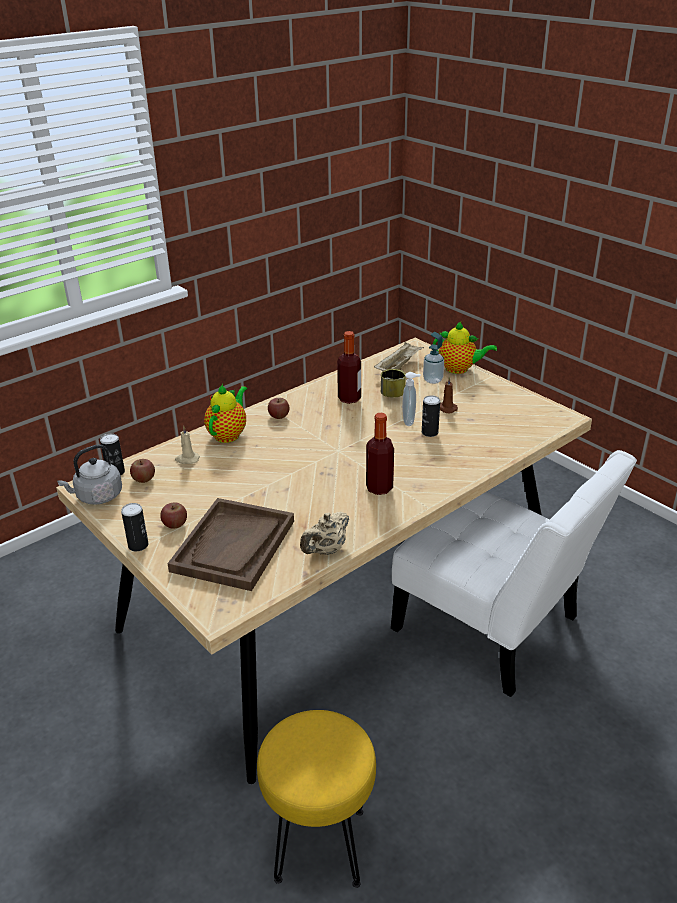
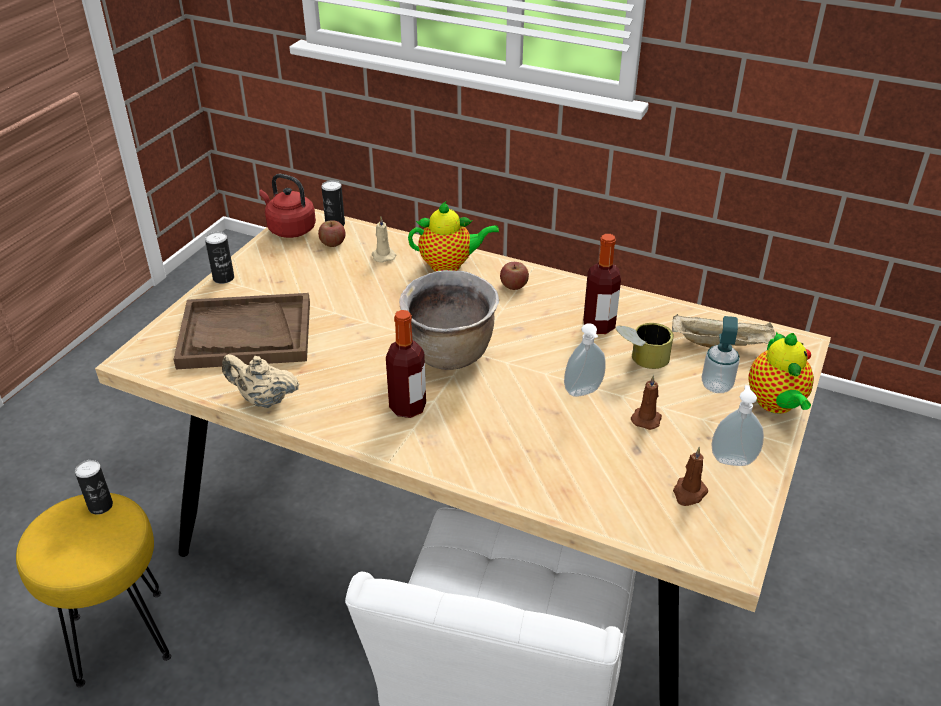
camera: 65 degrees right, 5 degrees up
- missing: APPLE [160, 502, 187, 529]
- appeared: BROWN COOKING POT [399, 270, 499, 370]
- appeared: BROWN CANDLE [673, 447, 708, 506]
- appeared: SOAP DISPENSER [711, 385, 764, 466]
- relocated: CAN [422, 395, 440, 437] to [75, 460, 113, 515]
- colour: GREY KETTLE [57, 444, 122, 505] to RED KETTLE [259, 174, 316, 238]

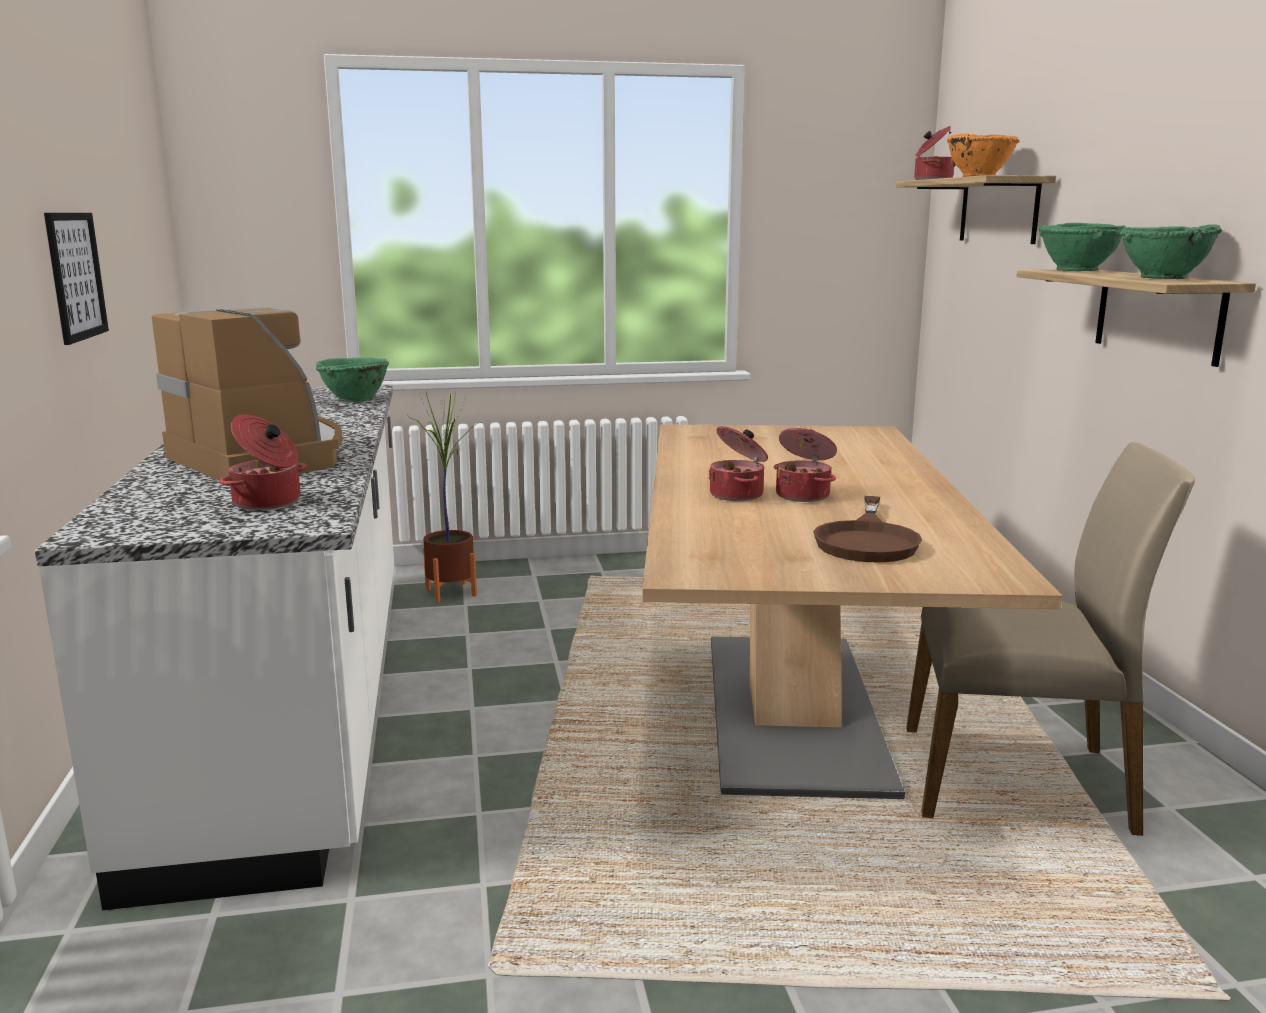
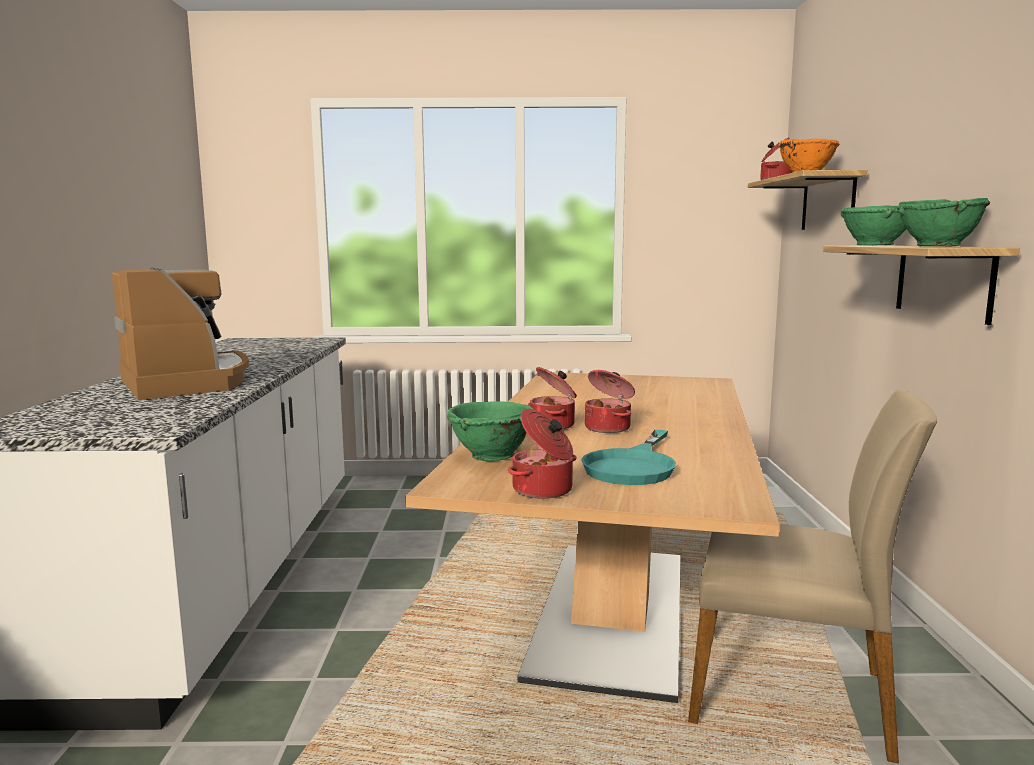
camera: 10 degrees right, 5 degrees down
- missing: PICTURE [44, 213, 109, 345]
- missing: POTTED PLANT [407, 390, 481, 602]
- relocated: COOKING POT [220, 414, 307, 510] to [508, 409, 576, 499]
- relocated: GREEN BOWL [316, 357, 389, 402] to [447, 401, 533, 461]
- colour: BROWN FRYING PAN [813, 496, 922, 563] to TURQUOISE FRYING PAN [581, 429, 676, 485]

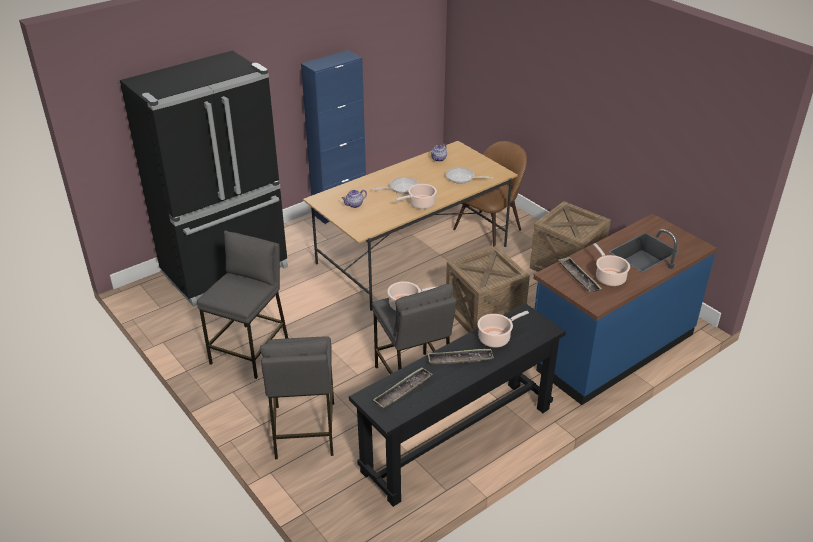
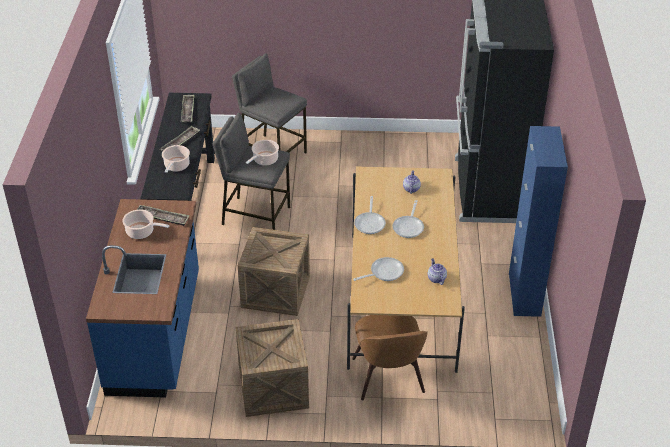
camera: 130 degrees right, 5 degrees up
- missing: GREY STOOL [197, 231, 288, 379]
- exchanged: COOKING POT [396, 184, 437, 209] to FRYING PAN [354, 196, 386, 234]

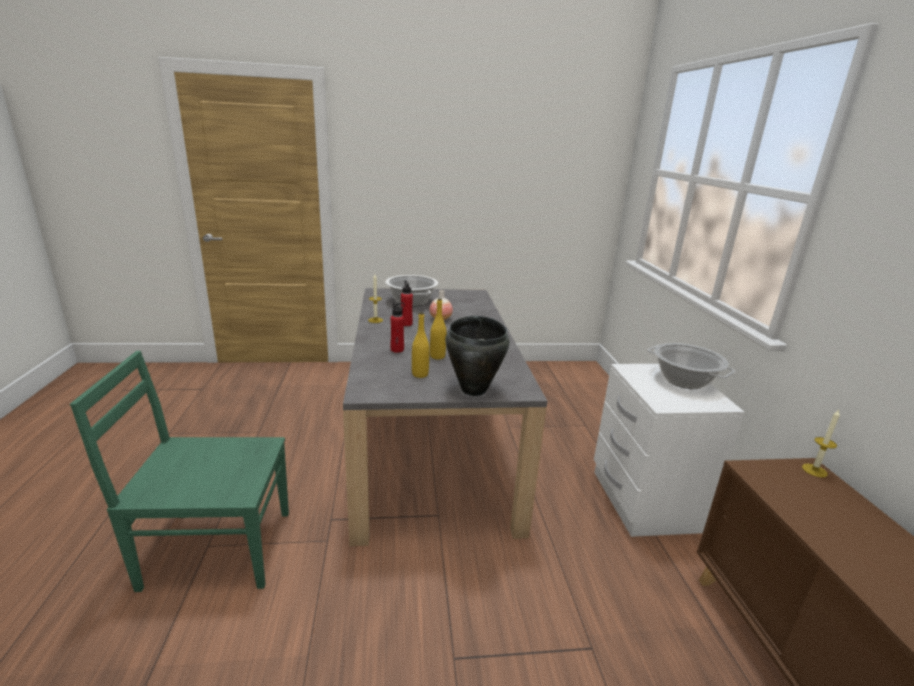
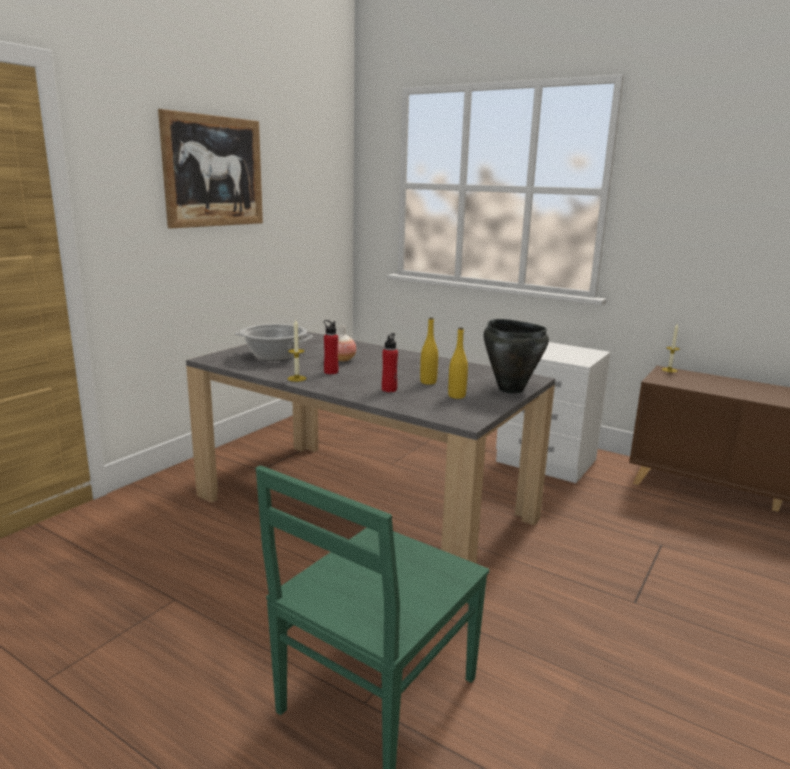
camera: 50 degrees left, 5 degrees down
- missing: COOKING POT [647, 343, 735, 389]
- appeared: PICTURE [158, 109, 263, 229]

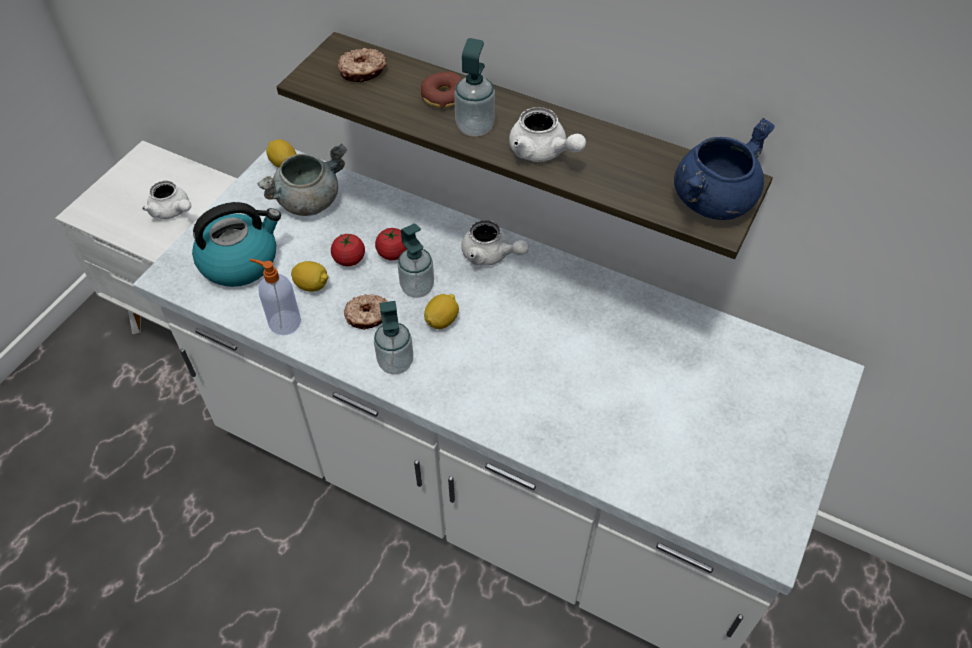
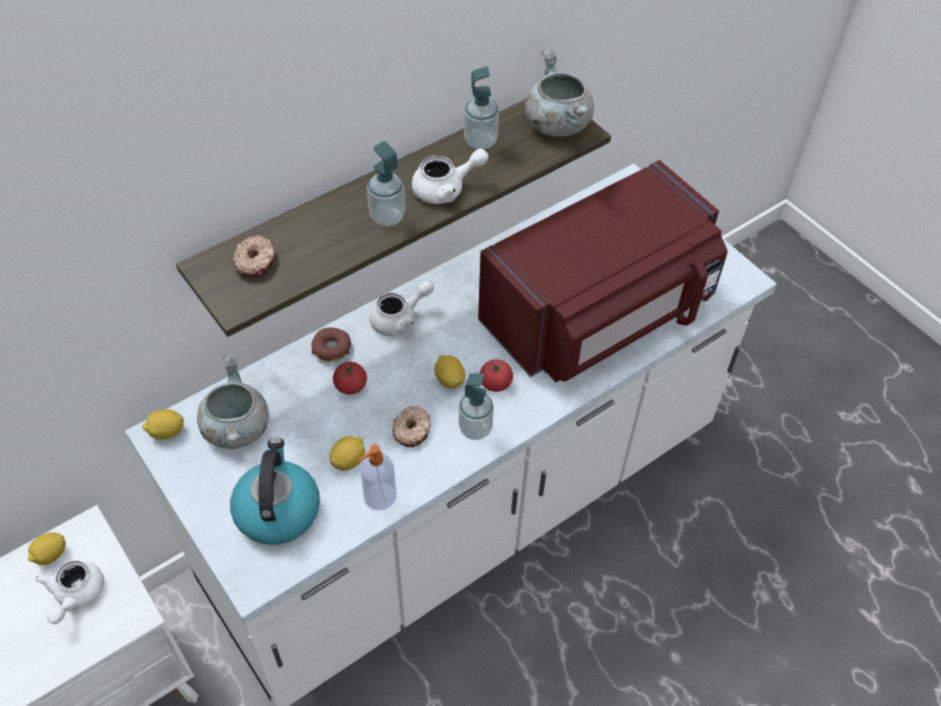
camera: 65 degrees left, 0 degrees up
- appeared: LEMON [28, 532, 66, 565]
- appeared: RED MICROWAVE [478, 160, 727, 382]
- relocated: TOMATO [331, 233, 365, 266] to [480, 359, 513, 392]
- relocated: SOAP DISPENSER [398, 223, 434, 298] to [464, 67, 499, 149]
- relocated: DONUT [421, 72, 462, 108] to [311, 327, 351, 362]
- colour: BLUE COOKING POT [674, 118, 775, 220] to GREY COOKING POT [525, 50, 594, 136]
- spun: WHITE TEAPOT [142, 181, 191, 219] = [35, 560, 104, 624] 120 degrees clockwise

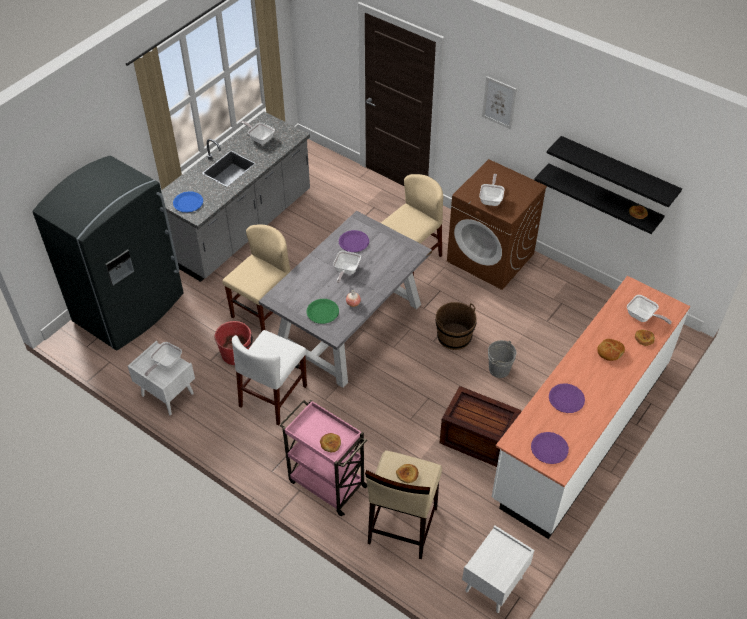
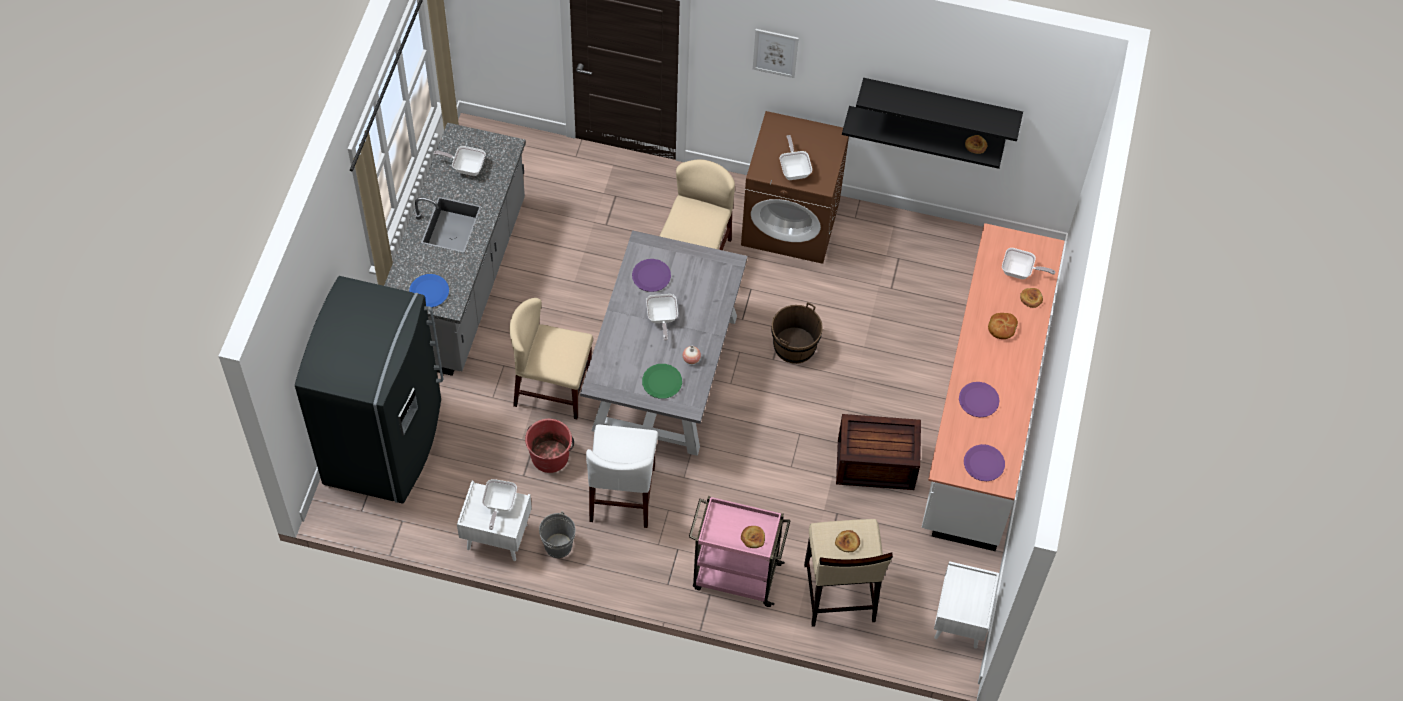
camera: 25 degrees left, 10 degrees up
- relocated: GREY BUCKET [488, 340, 516, 378] to [539, 511, 575, 558]
- spun: BEIGE CHAIR [222, 225, 290, 332] = [510, 298, 593, 419] 90 degrees counterclockwise

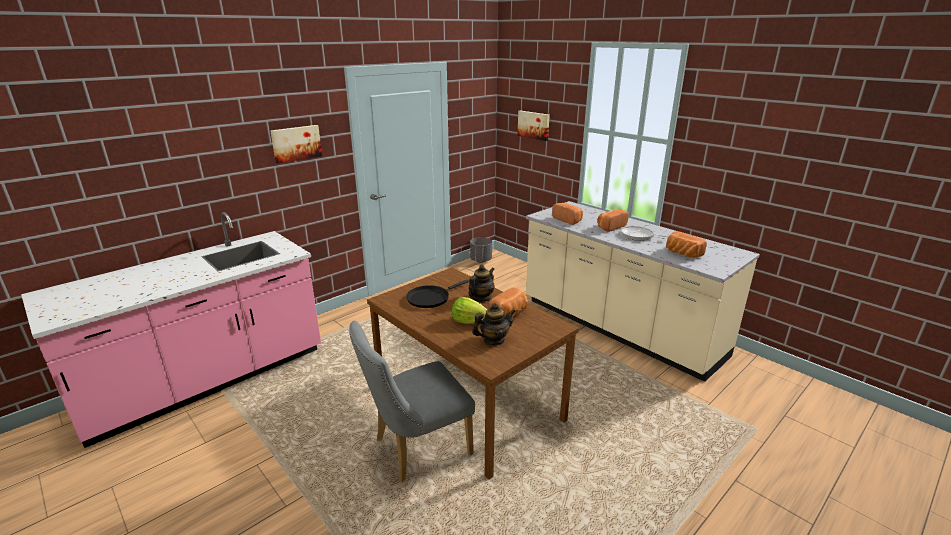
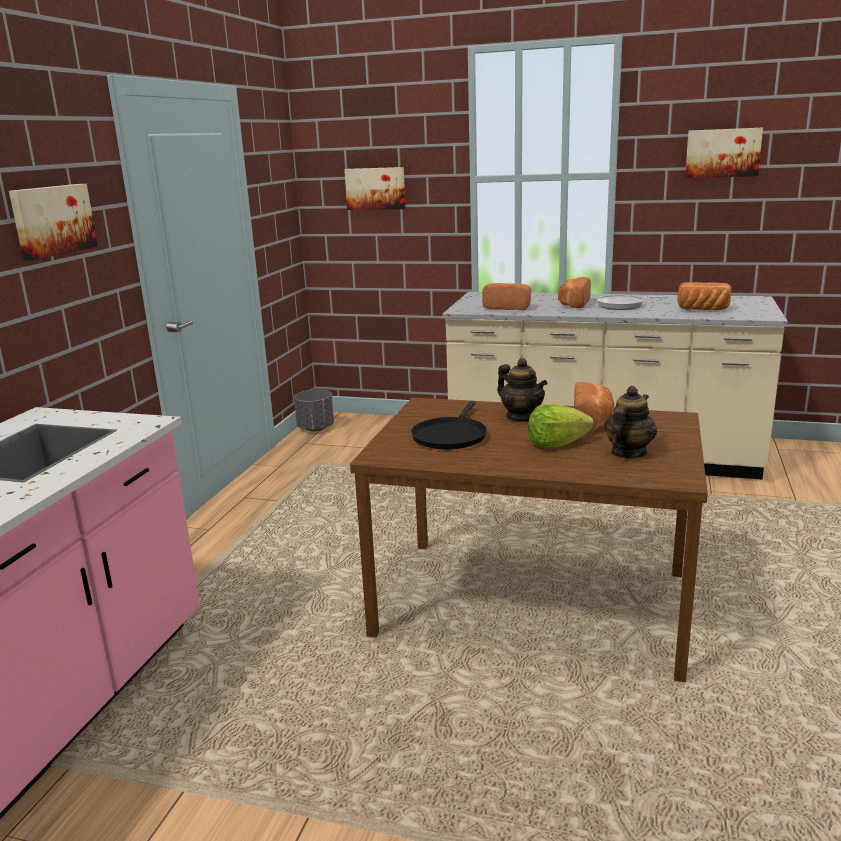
camera: 30 degrees left, 5 degrees down
- missing: GREY CHAIR [349, 321, 475, 482]
- appeared: PICTURE [685, 128, 763, 178]
- spun: TEAPOT [468, 265, 495, 302] = [497, 358, 547, 422] 135 degrees clockwise

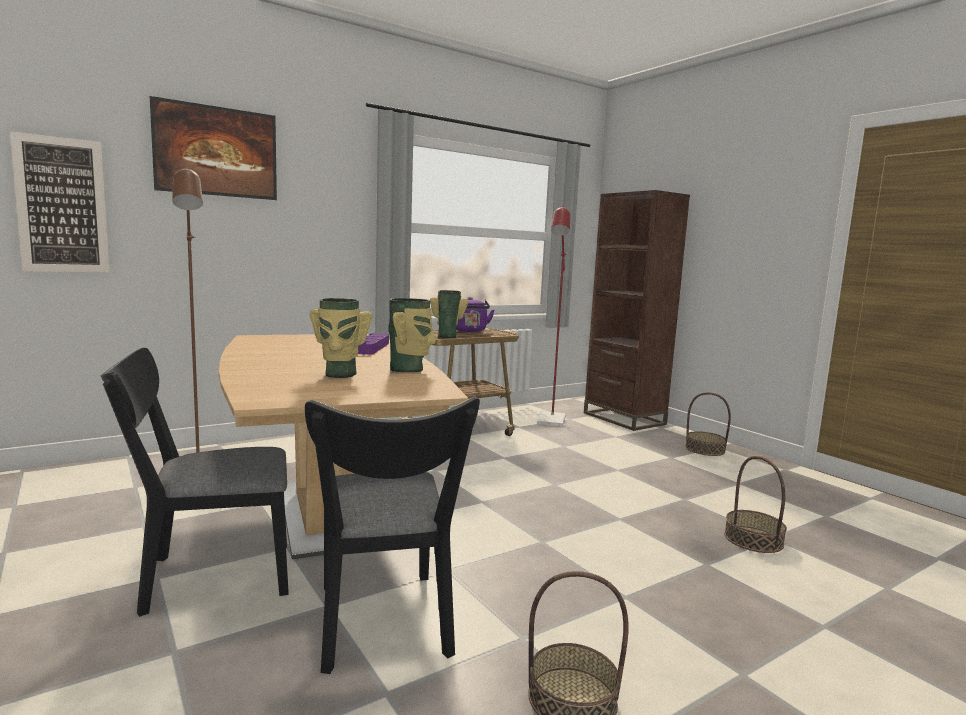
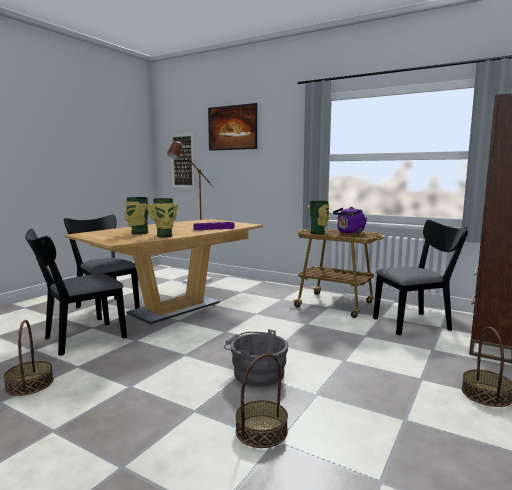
camera: 65 degrees right, 0 degrees up
- appeared: GREY BUCKET [224, 329, 288, 387]
- exchanged: RED FLOOR LAMP [537, 206, 571, 427] to BLACK CHAIR [373, 220, 468, 335]

